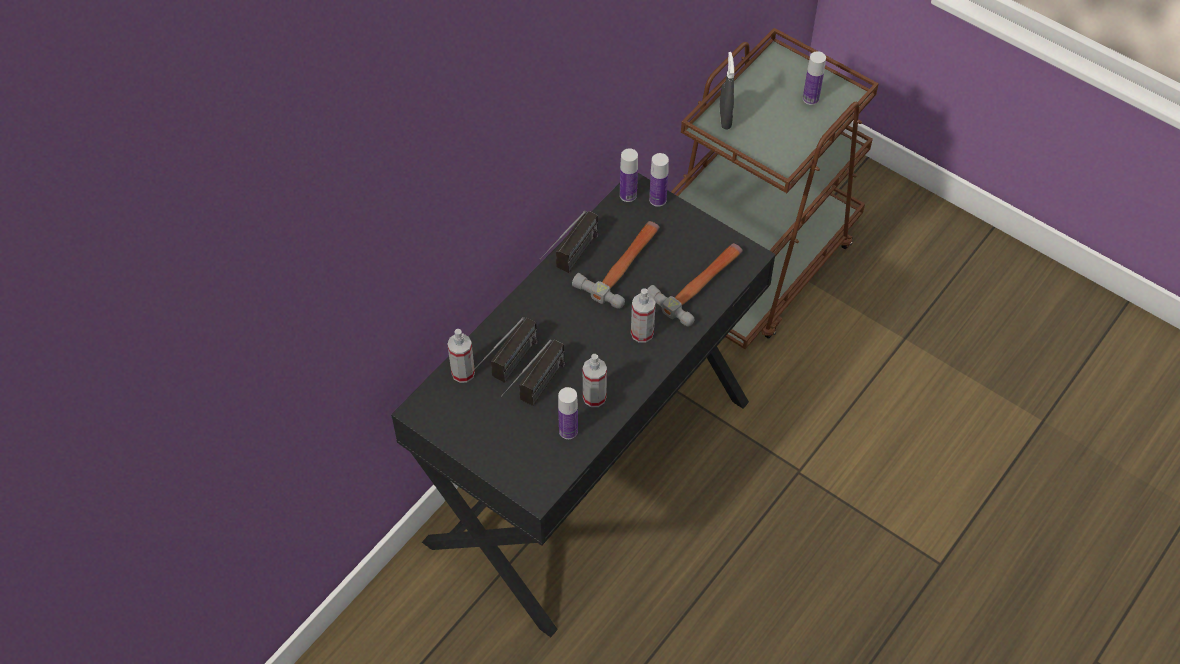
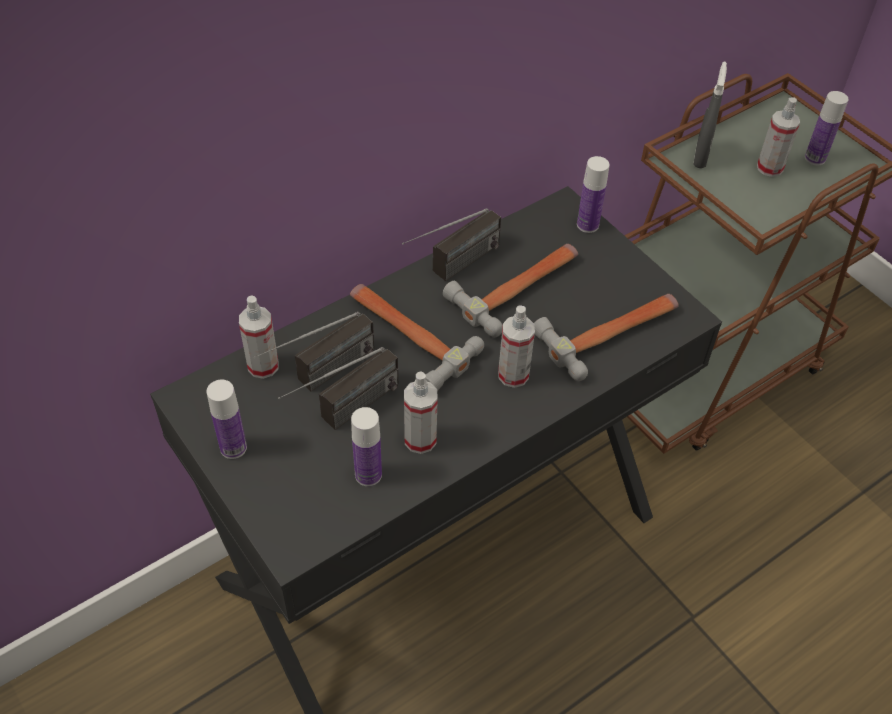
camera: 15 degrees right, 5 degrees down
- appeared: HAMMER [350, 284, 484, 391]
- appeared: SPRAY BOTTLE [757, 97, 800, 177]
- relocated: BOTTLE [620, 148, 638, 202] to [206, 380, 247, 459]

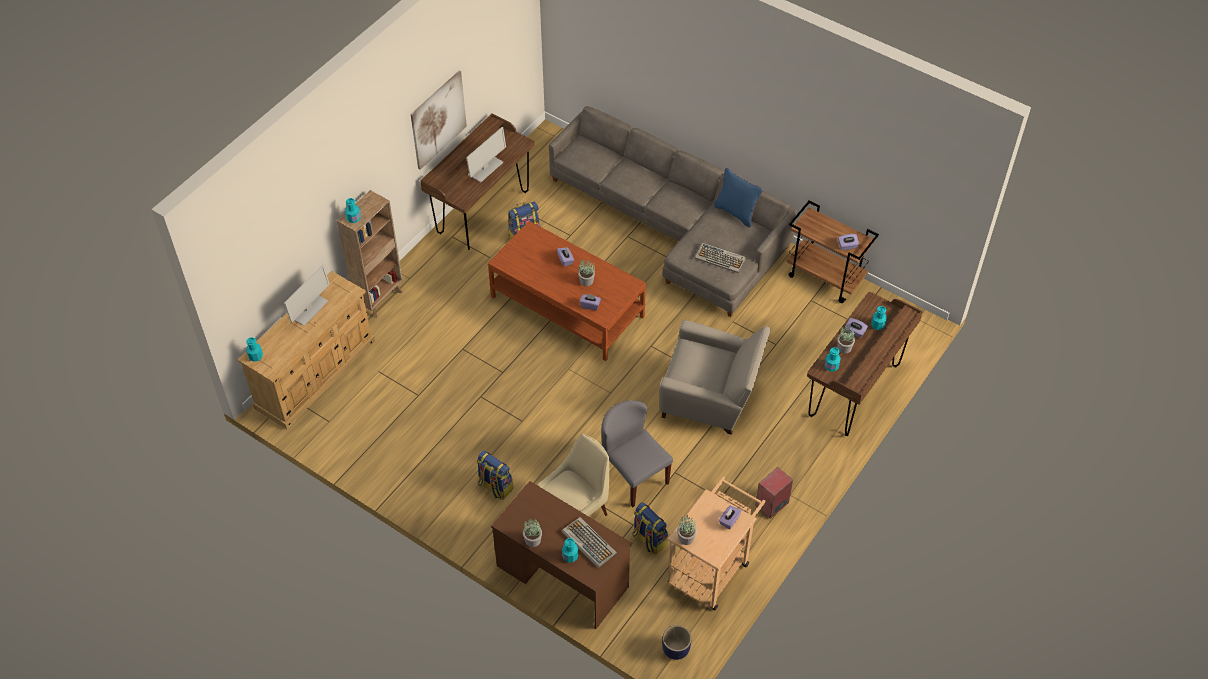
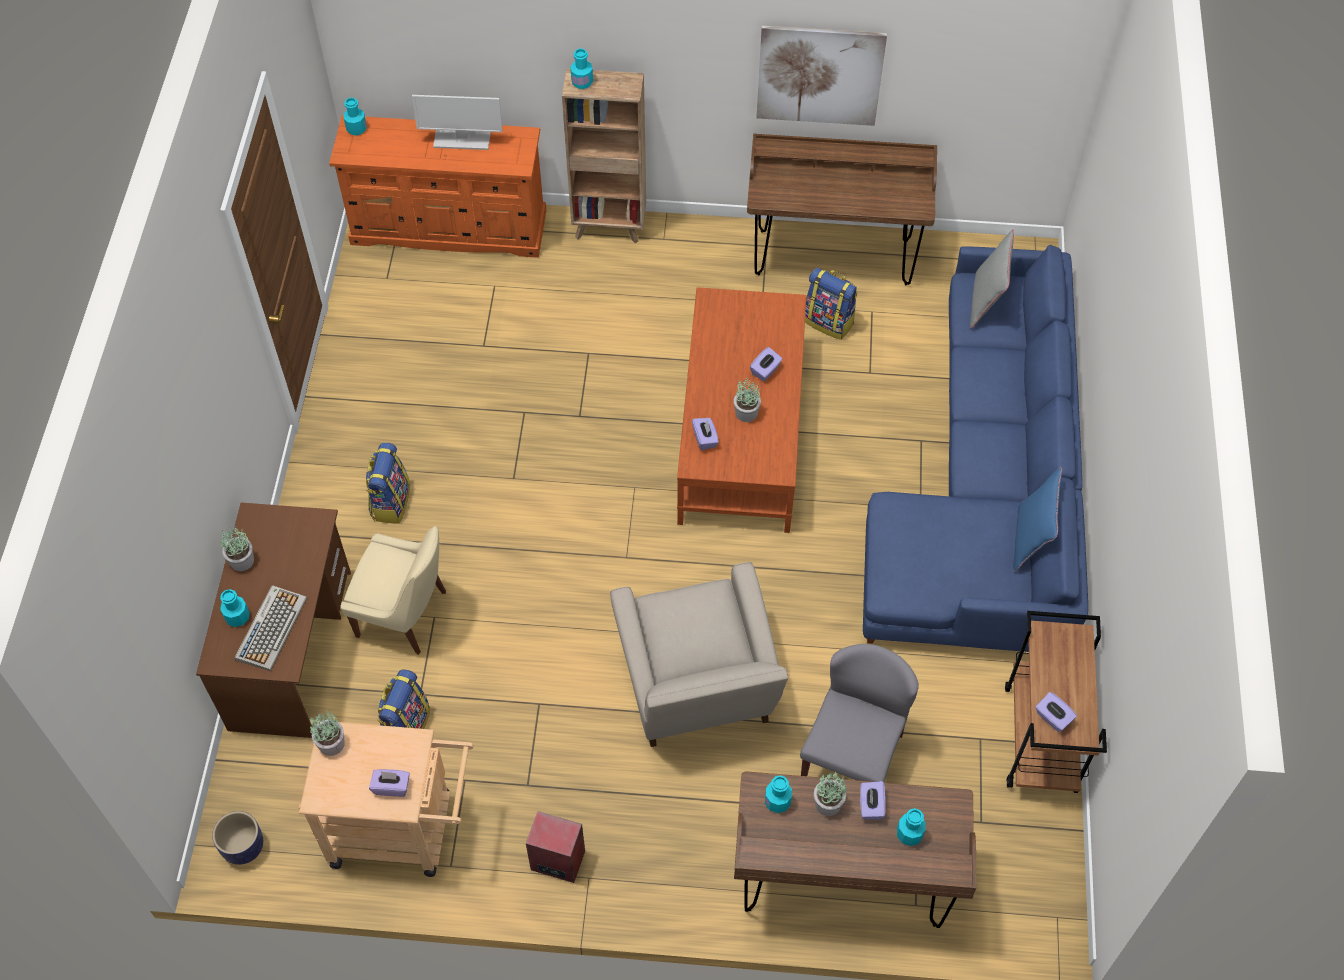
camera: 60 degrees right, 5 degrees up
- missing: MONITOR [466, 127, 506, 182]
- missing: KEYBOARD [695, 242, 746, 273]
- appeared: GREY PILLOW [970, 230, 1014, 329]
- relocated: GREY CHAIR [601, 400, 673, 507] to [800, 644, 919, 782]
- colour: BEIGE DRESSER [238, 271, 375, 429] to ORANGE DRESSER [329, 115, 546, 258]
- colour: GREY SOFA [549, 106, 797, 317] to BLUE SOFA [863, 245, 1088, 652]

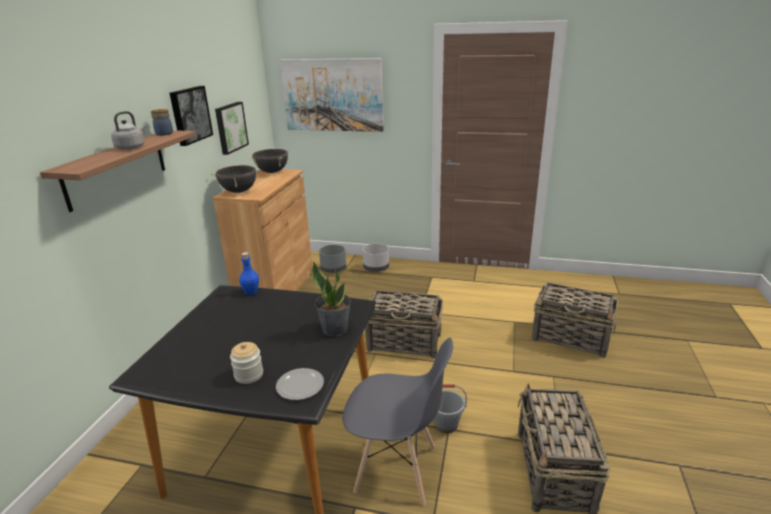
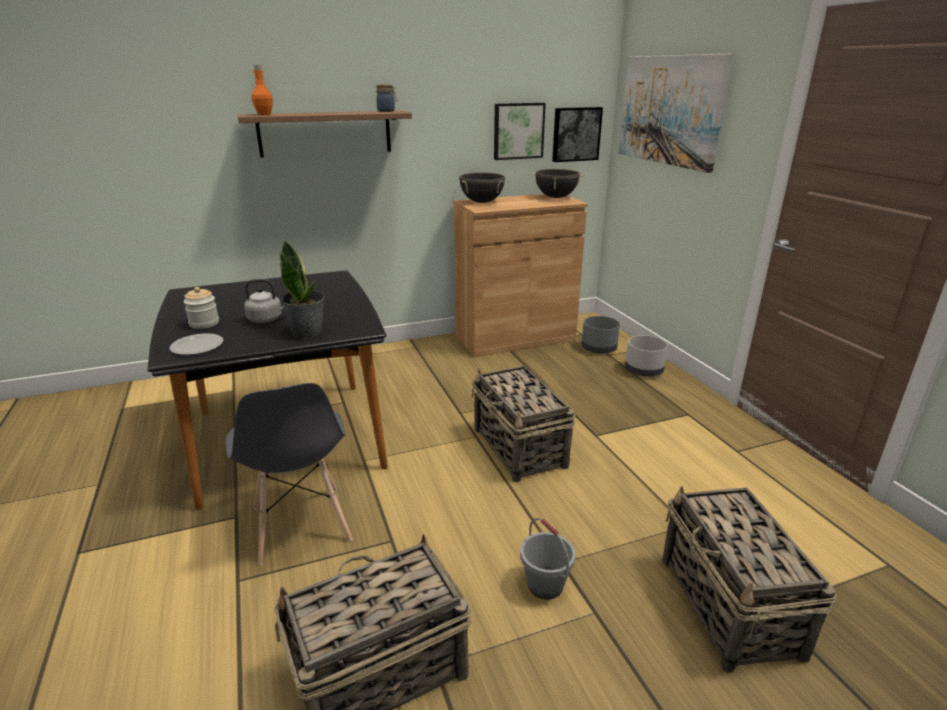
camera: 55 degrees right, 0 degrees up
- missing: BLUE BOTTLE [239, 252, 259, 295]
- appeared: ORANGE BOTTLE [251, 65, 273, 115]
- relocated: GREY KETTLE [111, 111, 147, 150] to [244, 279, 285, 323]
- relocated: PICTURE [170, 86, 213, 146] to [552, 107, 603, 162]
- relocated: GREY BUCKET [434, 385, 467, 433] to [520, 518, 576, 600]

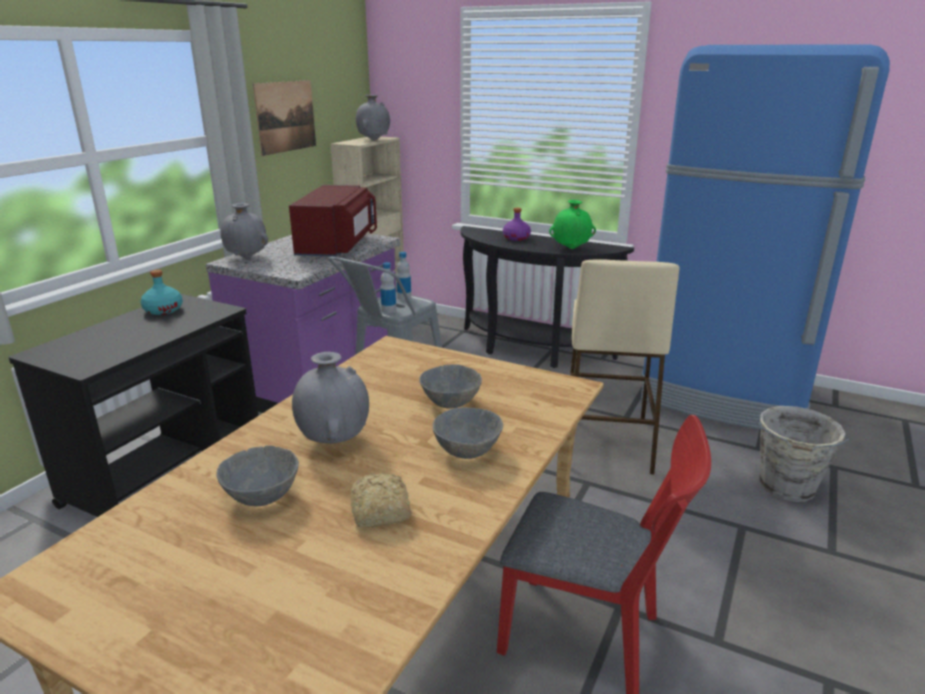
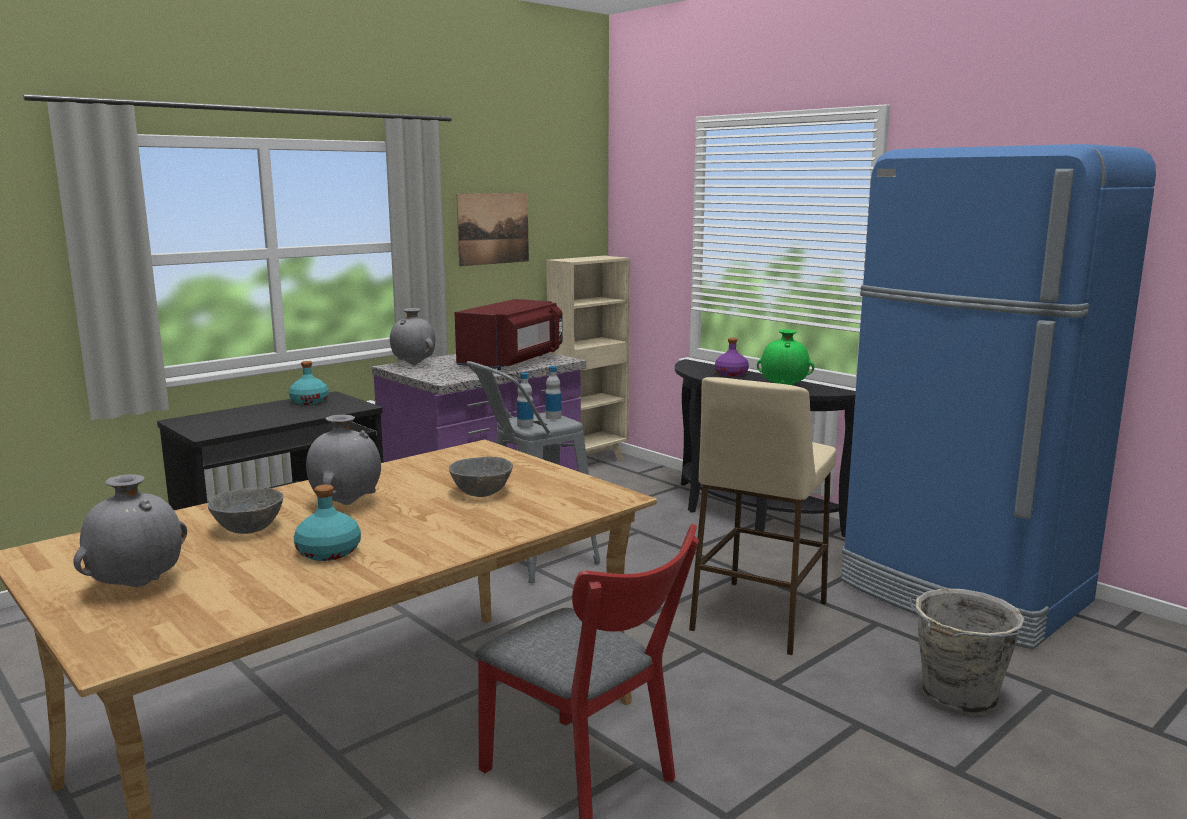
camera: 20 degrees right, 10 degrees down
- missing: GREY BOWL [432, 408, 503, 459]
- relocated: GREY VASE [356, 95, 390, 140] to [73, 474, 187, 588]
- exchanged: BREAD [350, 473, 412, 528] to TURQUOISE BOTTLE [294, 484, 361, 561]

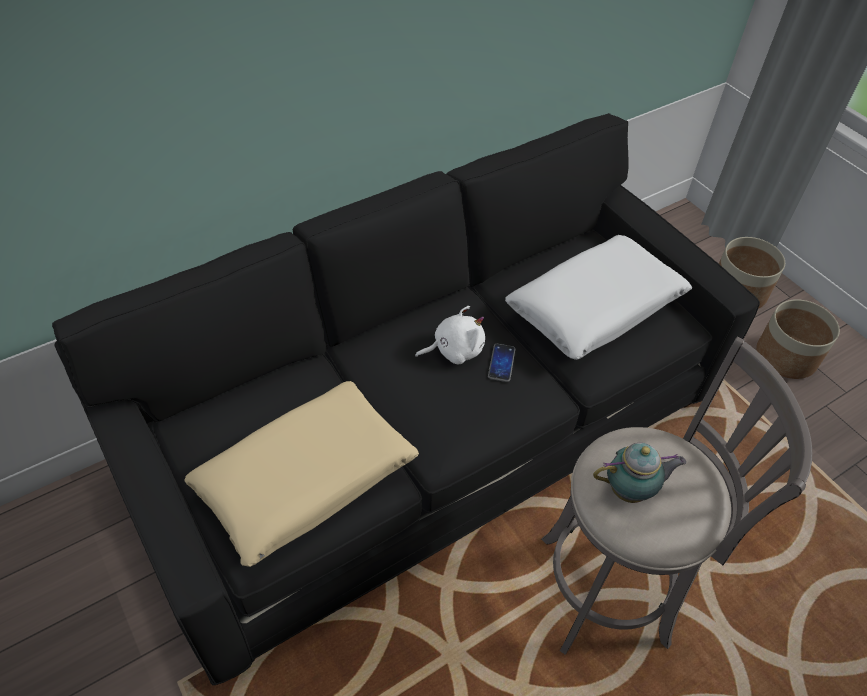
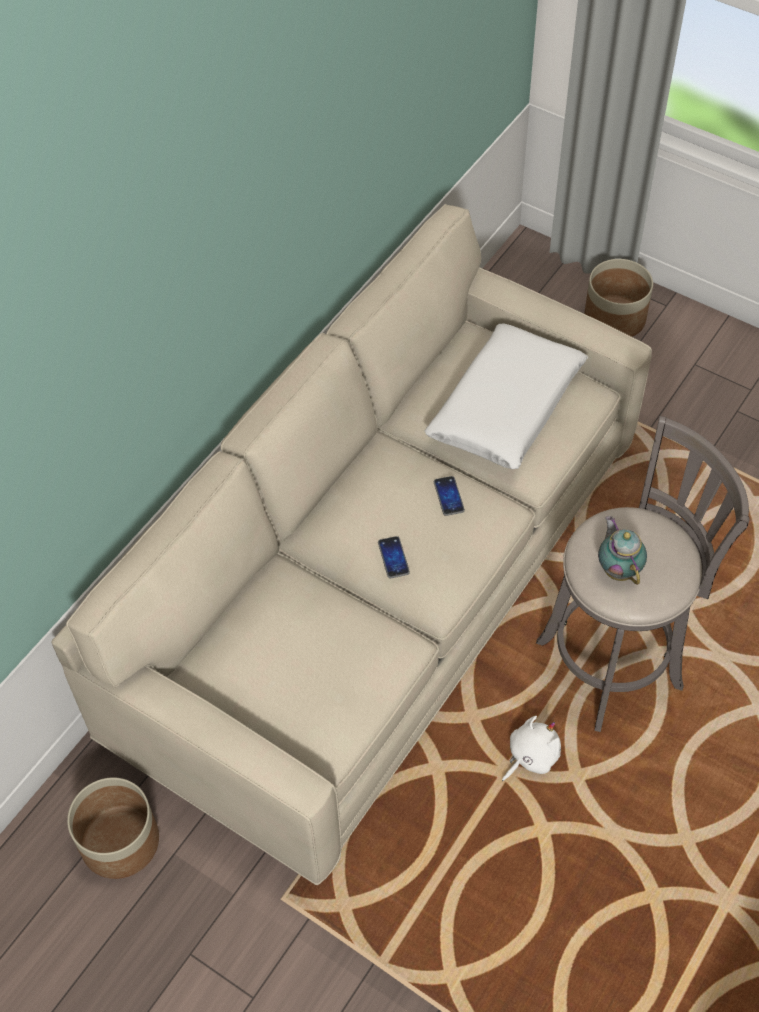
camera: 20 degrees left, 5 degrees up
- missing: BEIGE PILLOW [184, 381, 419, 567]
- appeared: PHONE [378, 536, 410, 578]
- relocated: WHITE PLUSH TOY [415, 306, 485, 365] to [502, 716, 561, 782]
- relocated: PLANTER [756, 299, 840, 379] to [67, 777, 159, 879]
- colour: BLACK SOFA [52, 113, 760, 685] to BEIGE SOFA [51, 204, 652, 885]
- spun: TEAPOT [593, 443, 686, 503] = [598, 516, 647, 585] 75 degrees counterclockwise

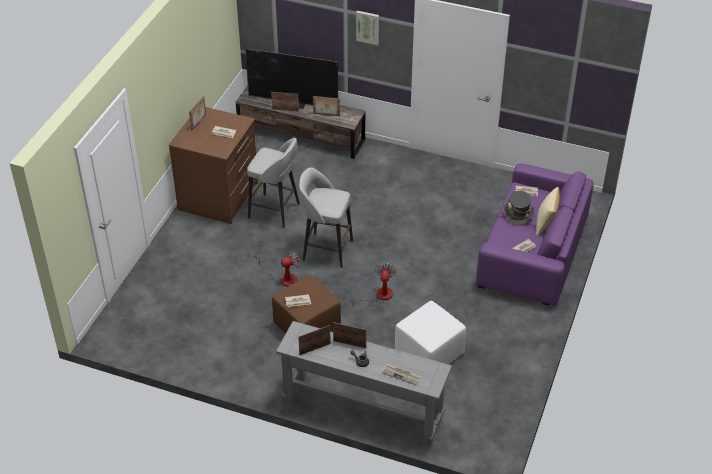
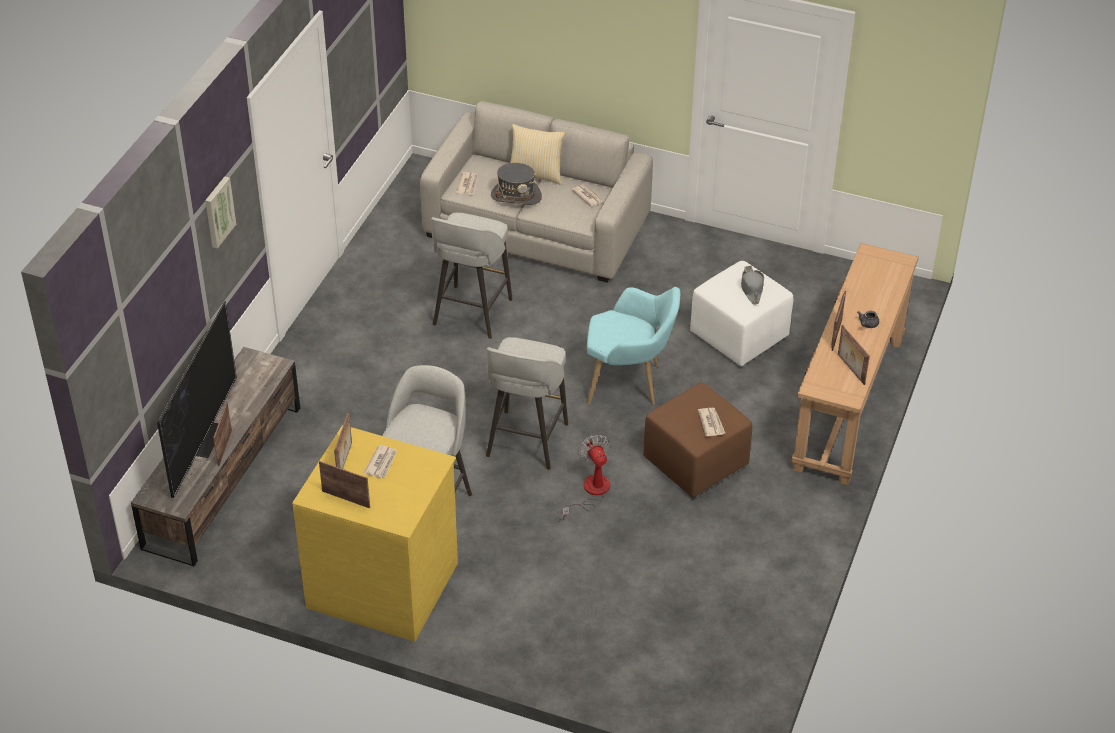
camera: 90 degrees left, 0 degrees up
- missing: NEWSPAPER [381, 363, 421, 385]
- appeared: GREY STOOL [431, 213, 513, 339]
- appeared: GREY HAT [741, 266, 764, 305]
- relocated: PICTURE FRAME [313, 96, 340, 116] to [334, 413, 352, 469]
- exchanged: FAN [350, 262, 396, 307] to TURQUOISE ARMCHAIR [587, 287, 680, 405]
- colour: BROWN DRESSER [169, 107, 258, 224] to YELLOW DRESSER [292, 425, 458, 642]
- colour: GREY CONSOLE TABLE [276, 321, 452, 446] to BROWN CONSOLE TABLE [791, 243, 919, 485]
- colour: PURPLE SOFA [476, 163, 594, 306] to BEIGE SOFA [420, 101, 653, 283]

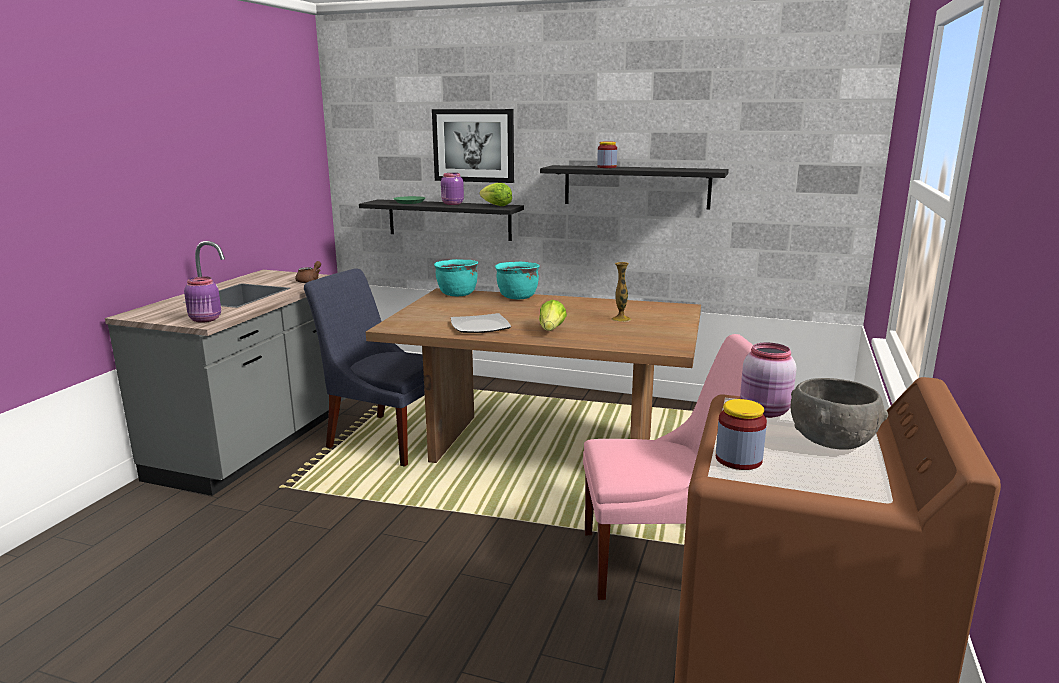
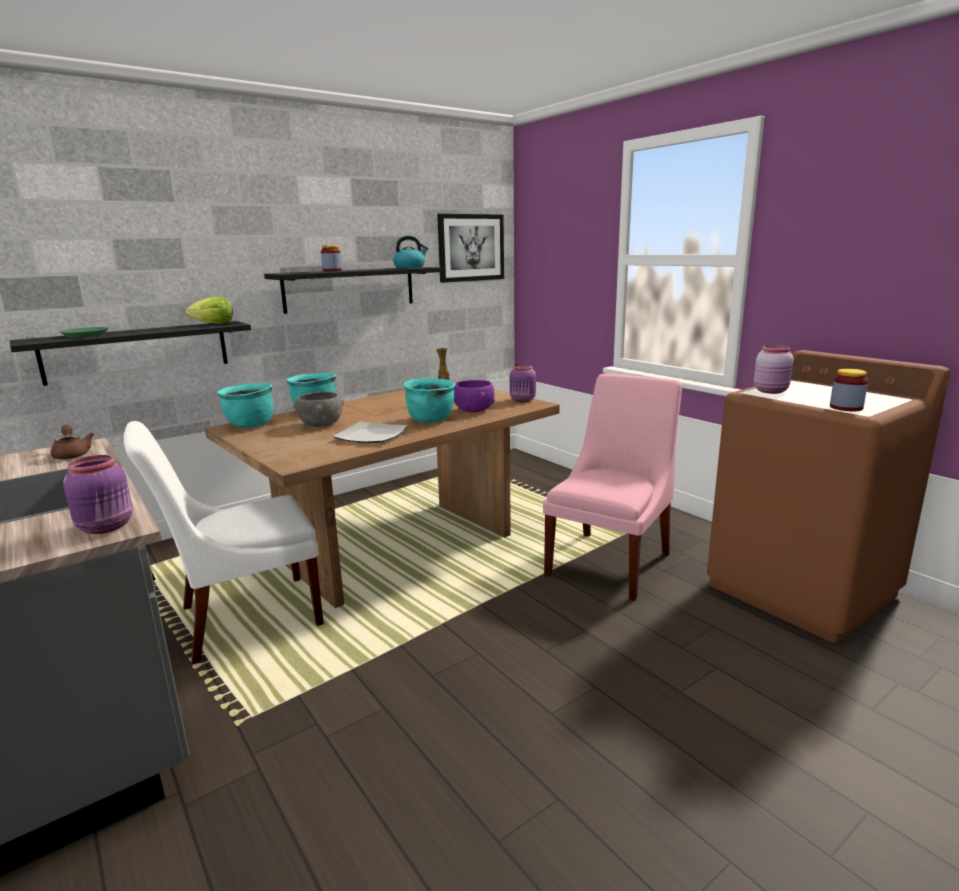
camera: 55 degrees left, 0 degrees up
- appeared: KETTLE [393, 236, 428, 268]
- appeared: PURPLE BOWL [454, 380, 495, 412]
- relocated: PICTURE [432, 109, 514, 183] to [437, 214, 504, 283]
- relocated: PURPLE JAR [441, 173, 464, 205] to [510, 364, 536, 402]
- relocated: GREY BOWL [791, 378, 888, 450] to [293, 392, 344, 427]
- exchanged: LETTUCE [539, 300, 567, 331] to TURQUOISE COOKING POT [404, 378, 456, 423]
- colour: BLUE CHAIR [304, 268, 425, 467] to WHITE CHAIR [124, 421, 324, 664]

